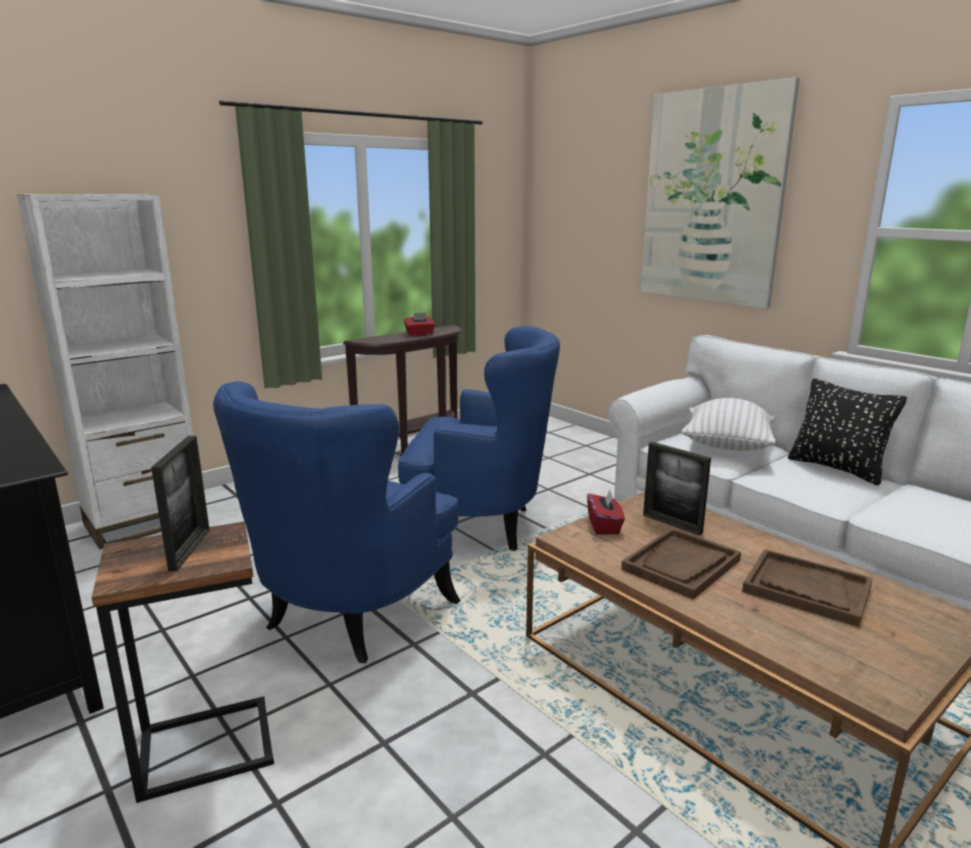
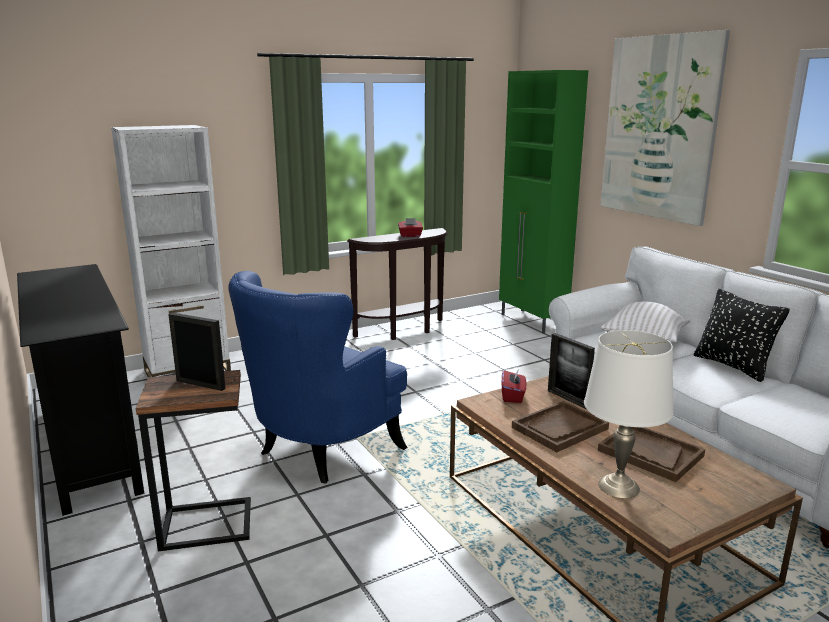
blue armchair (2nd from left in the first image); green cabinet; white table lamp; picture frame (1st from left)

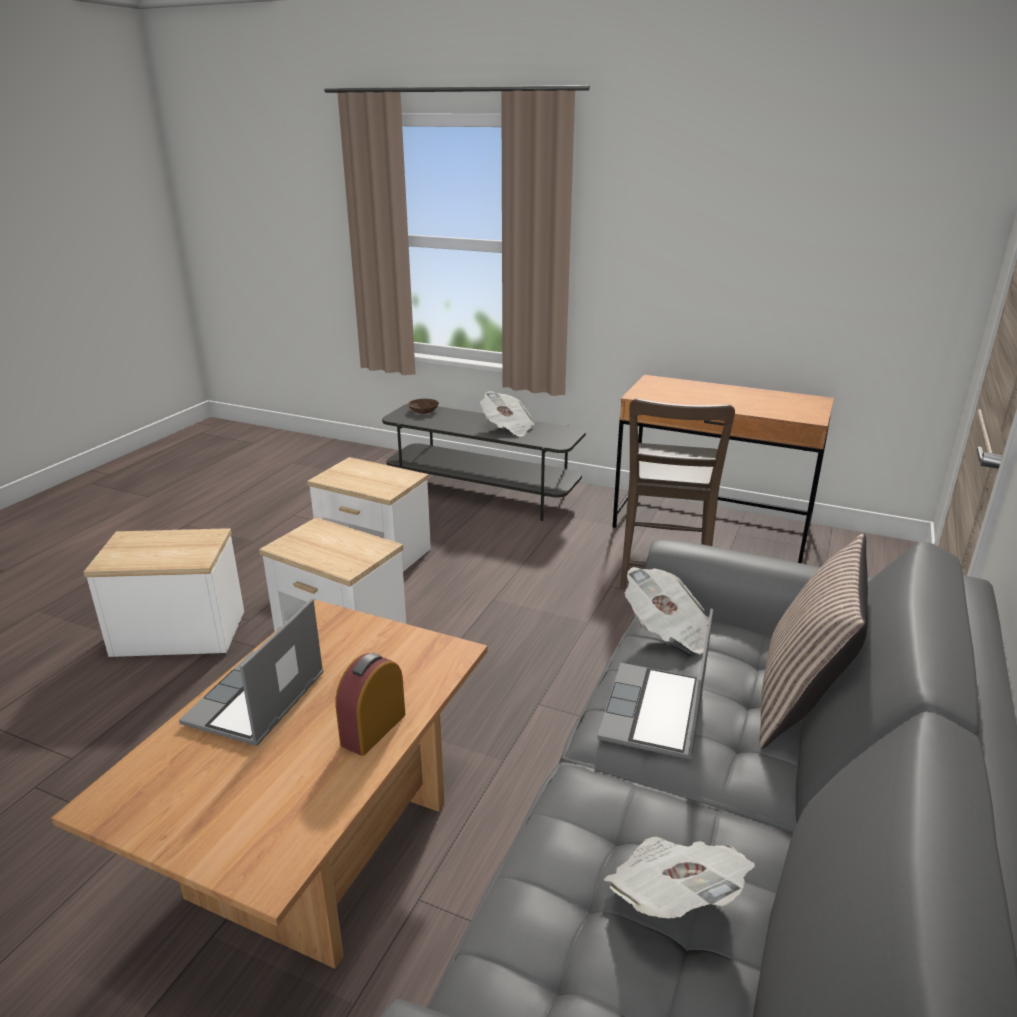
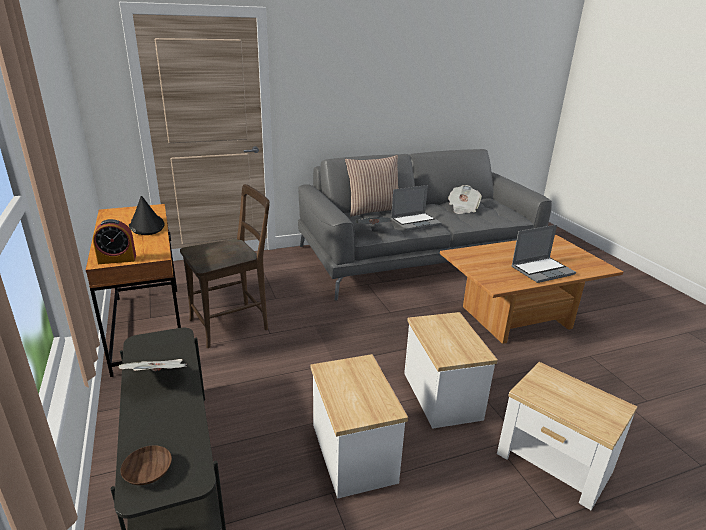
black hat; alarm clock

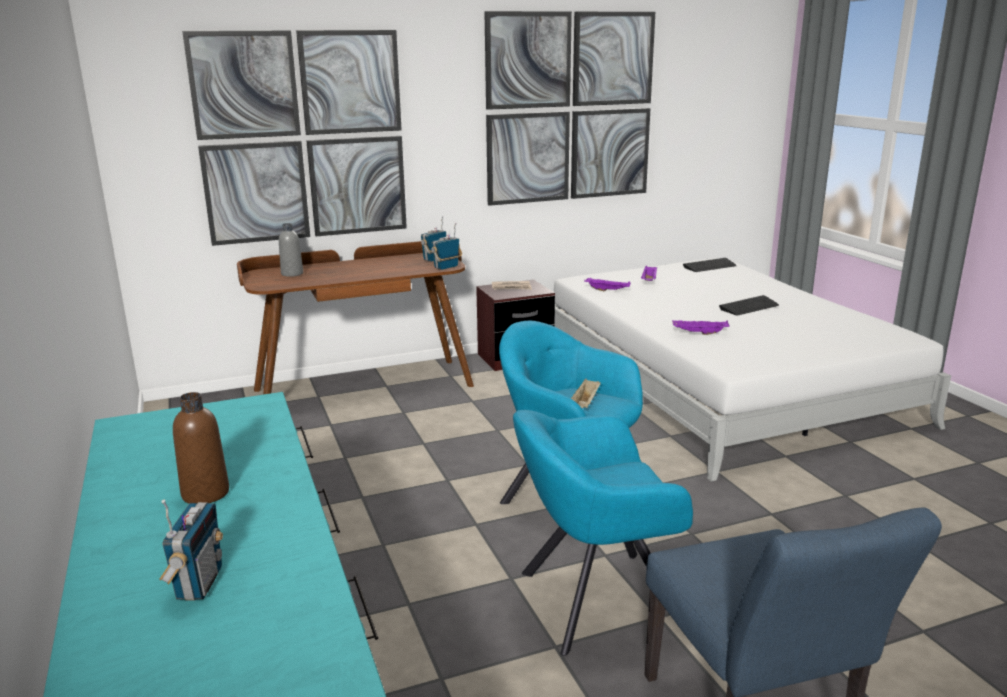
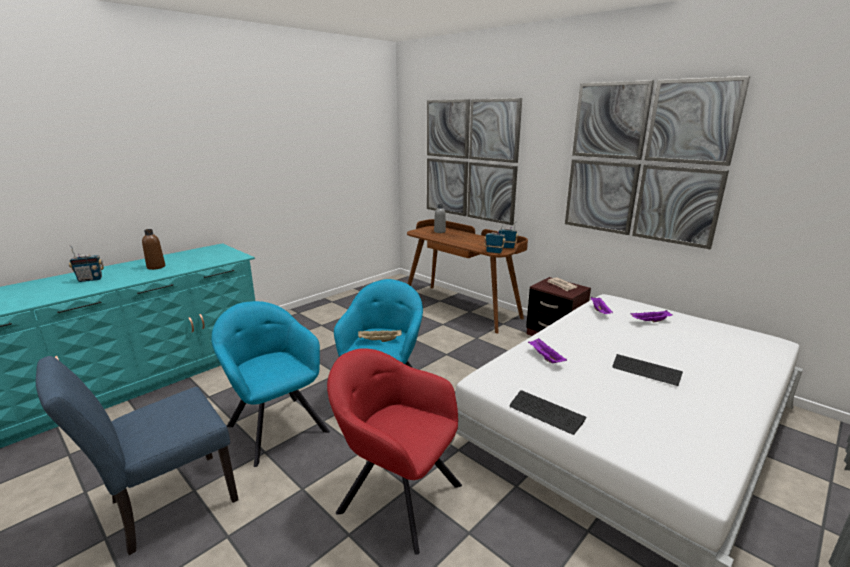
red armchair; keyboard (1st from left)

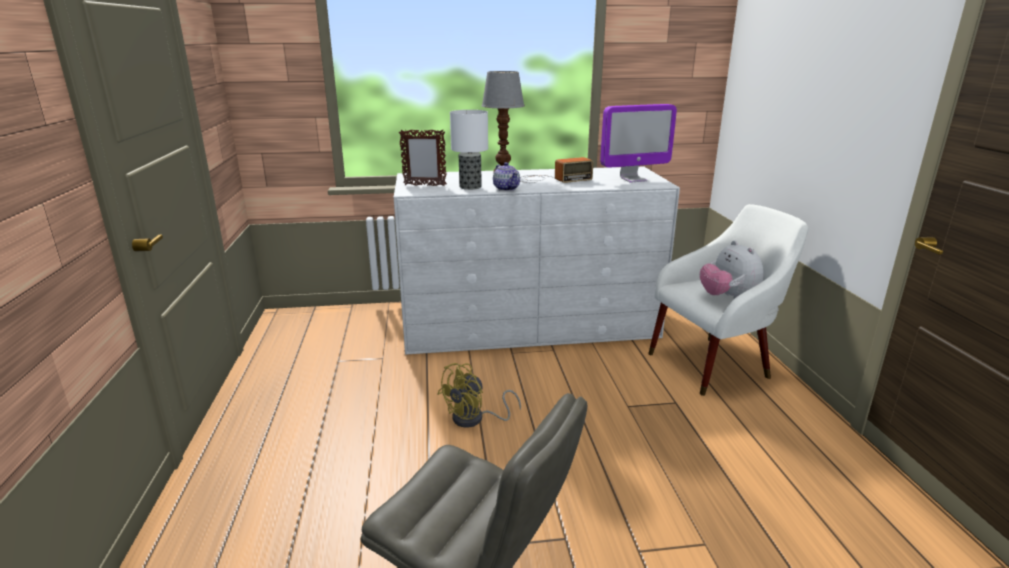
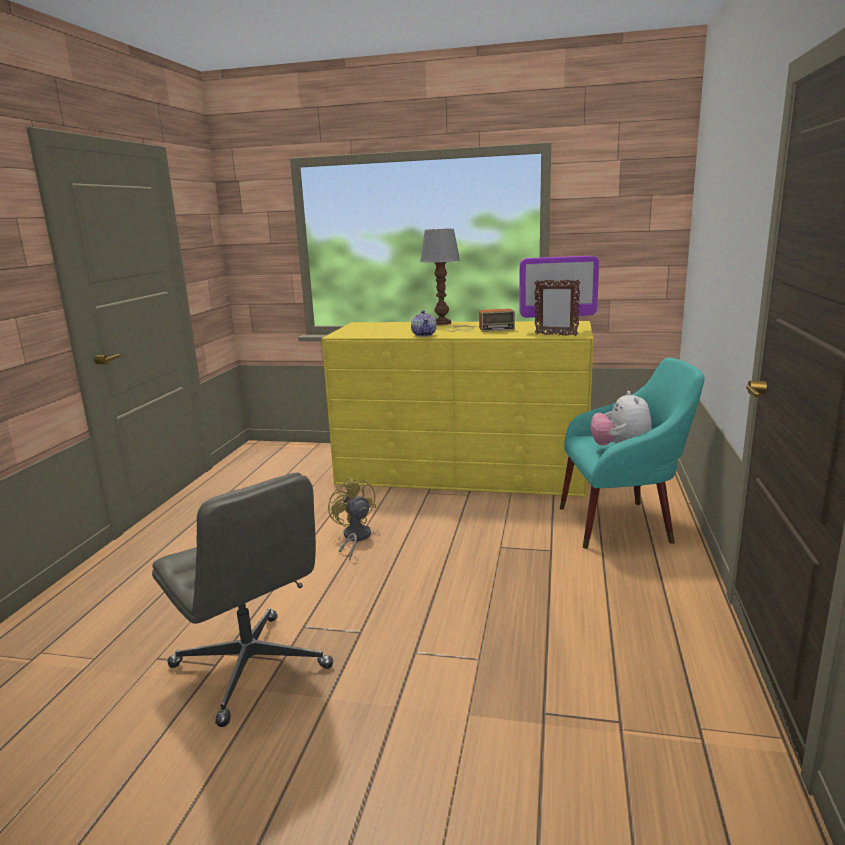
table lamp (1st from left in the first image); picture frame; yellow dresser; turquoise armchair; yellow fan

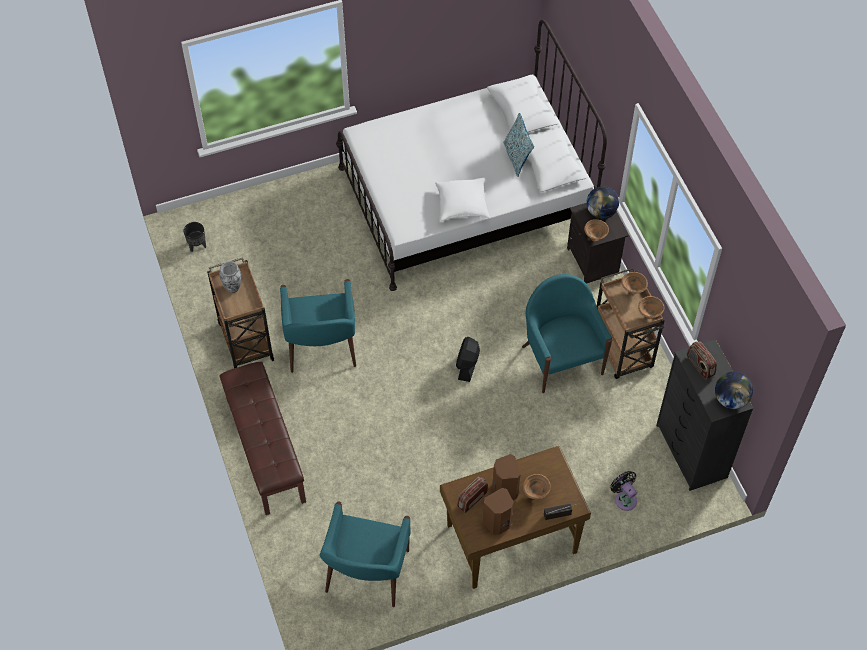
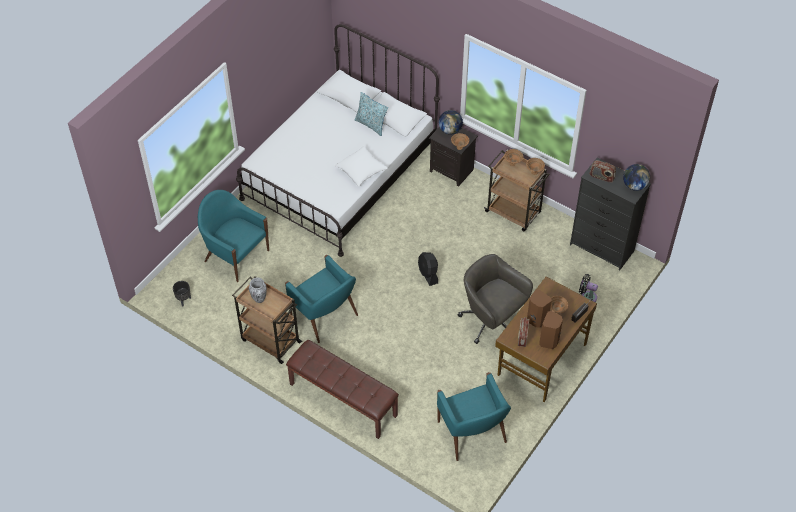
grey office chair; turquoise armchair (1st from left)

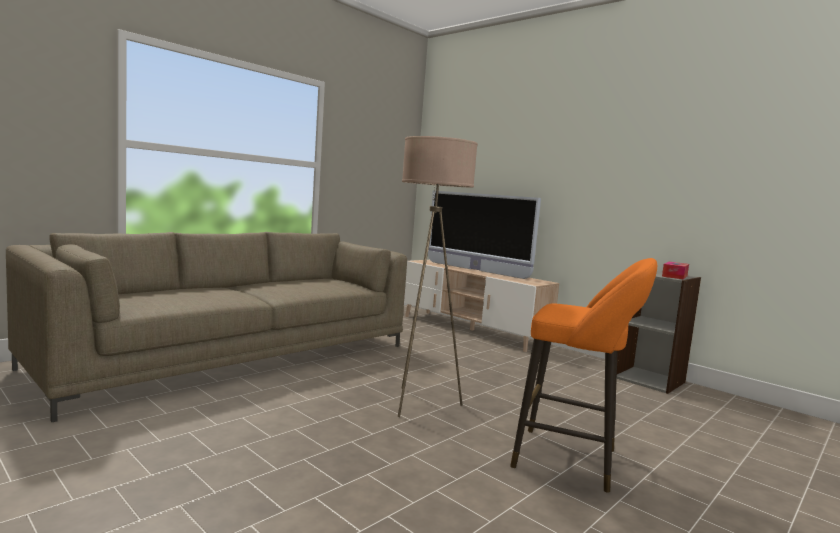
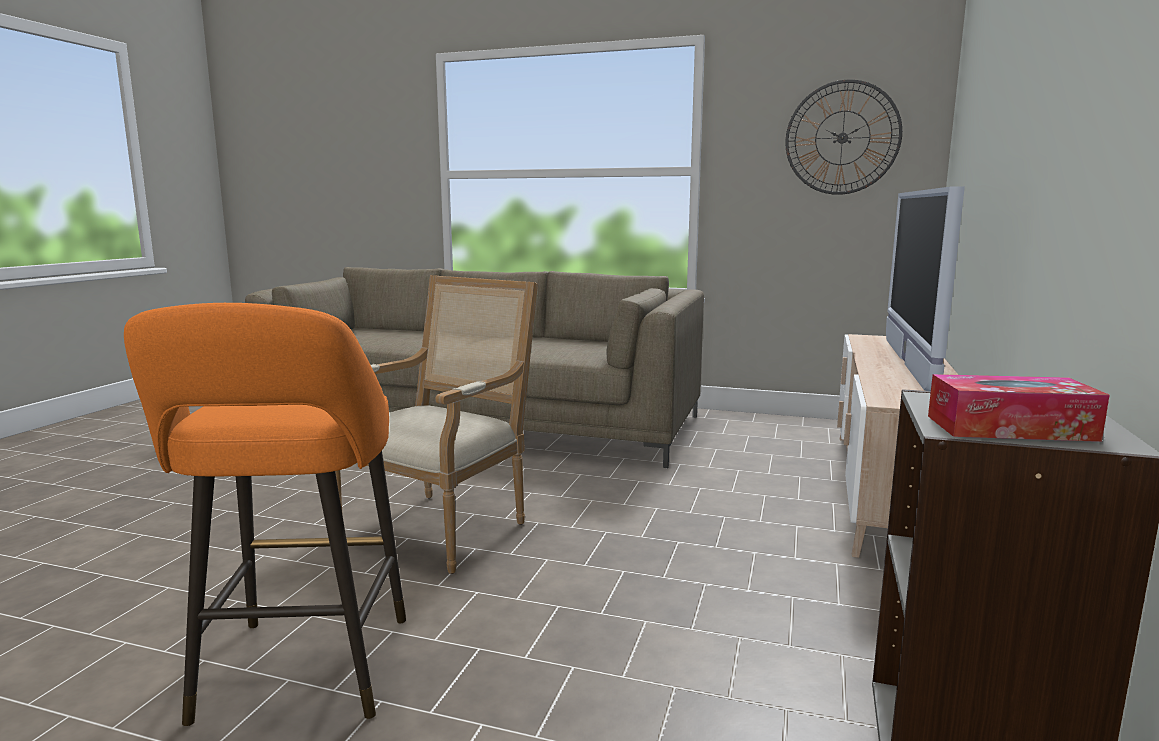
wall clock; armchair

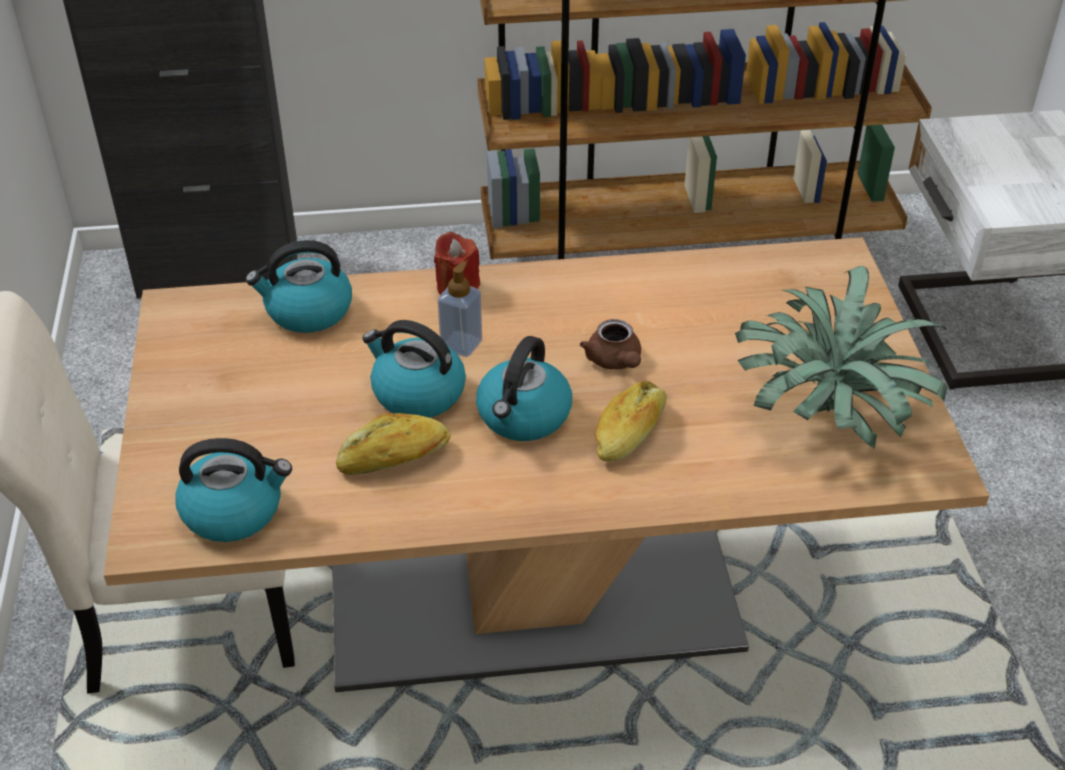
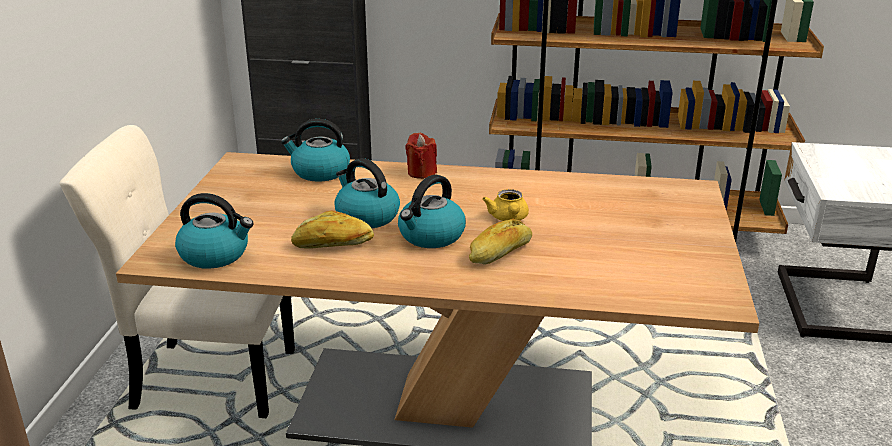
soap dispenser; potted plant; yellow teapot

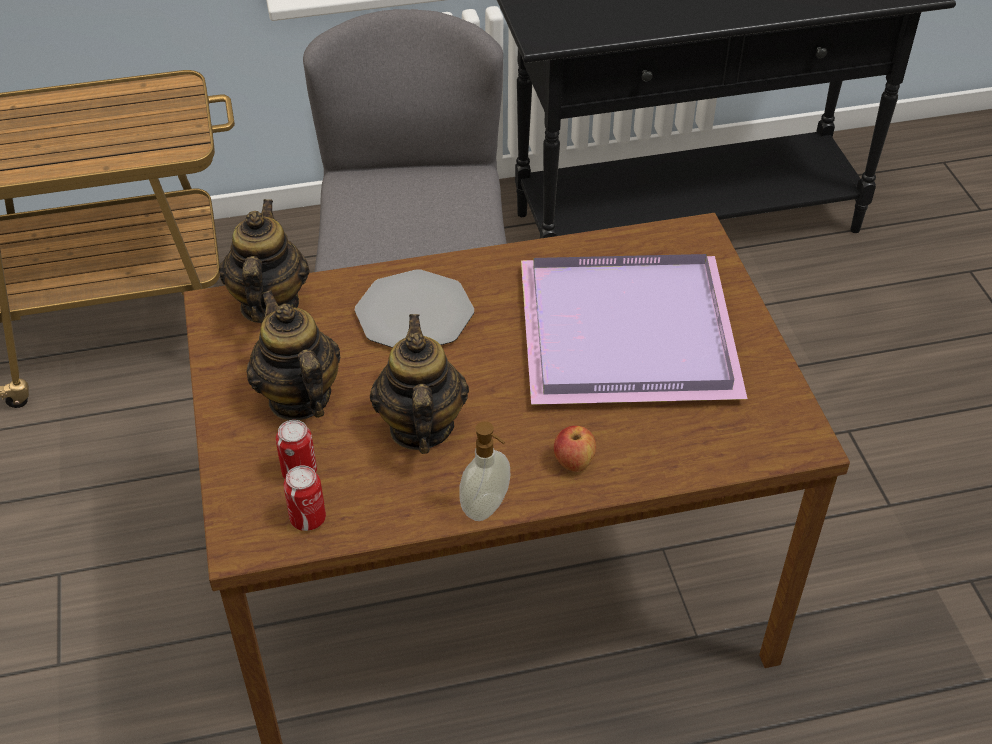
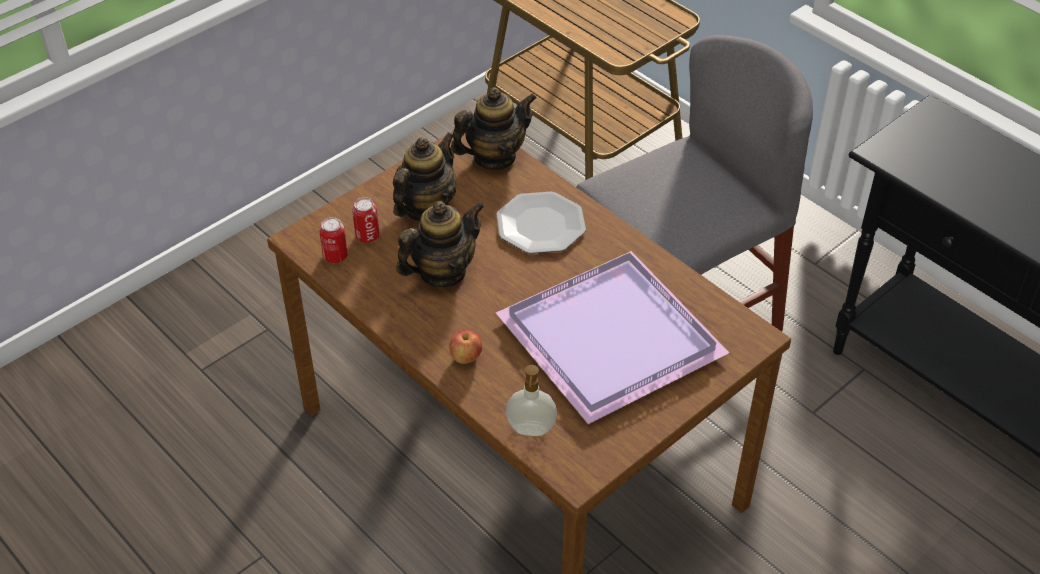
soap dispenser

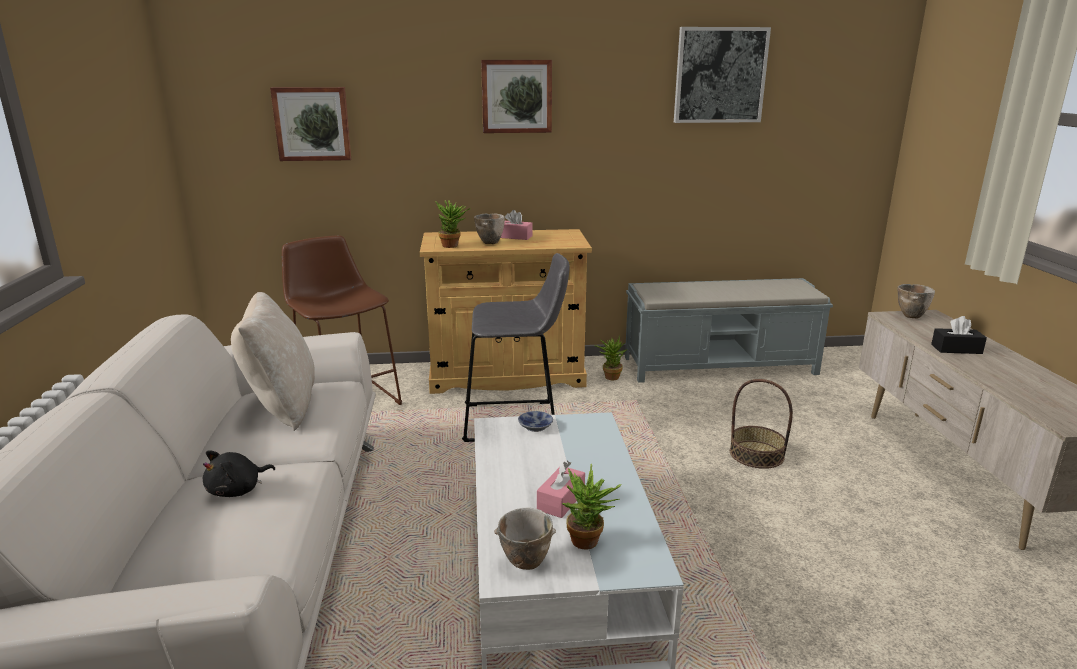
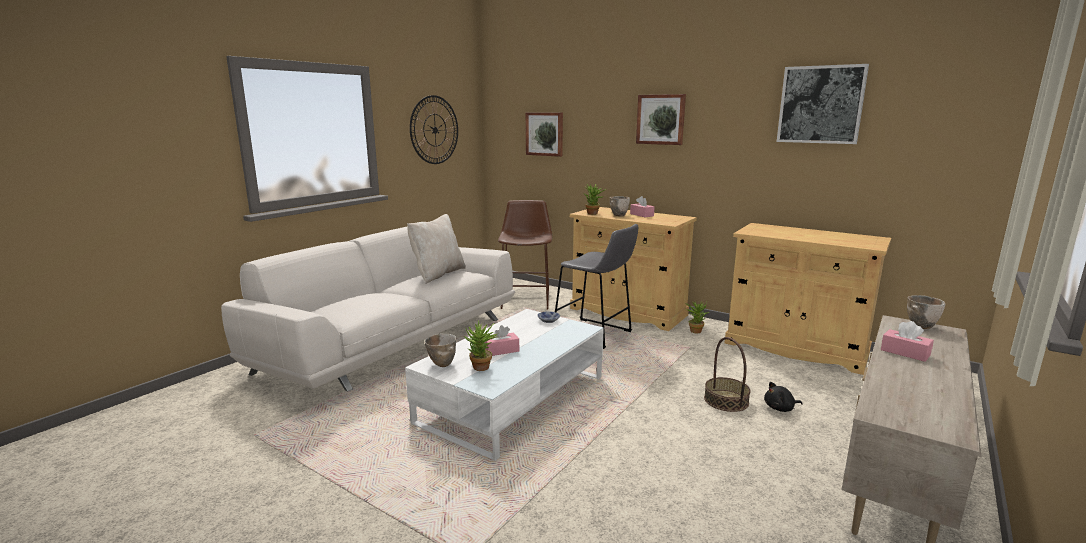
wall clock; black plush toy; beige cabinet (2nd from left); pink tissue box (3rd from left)

